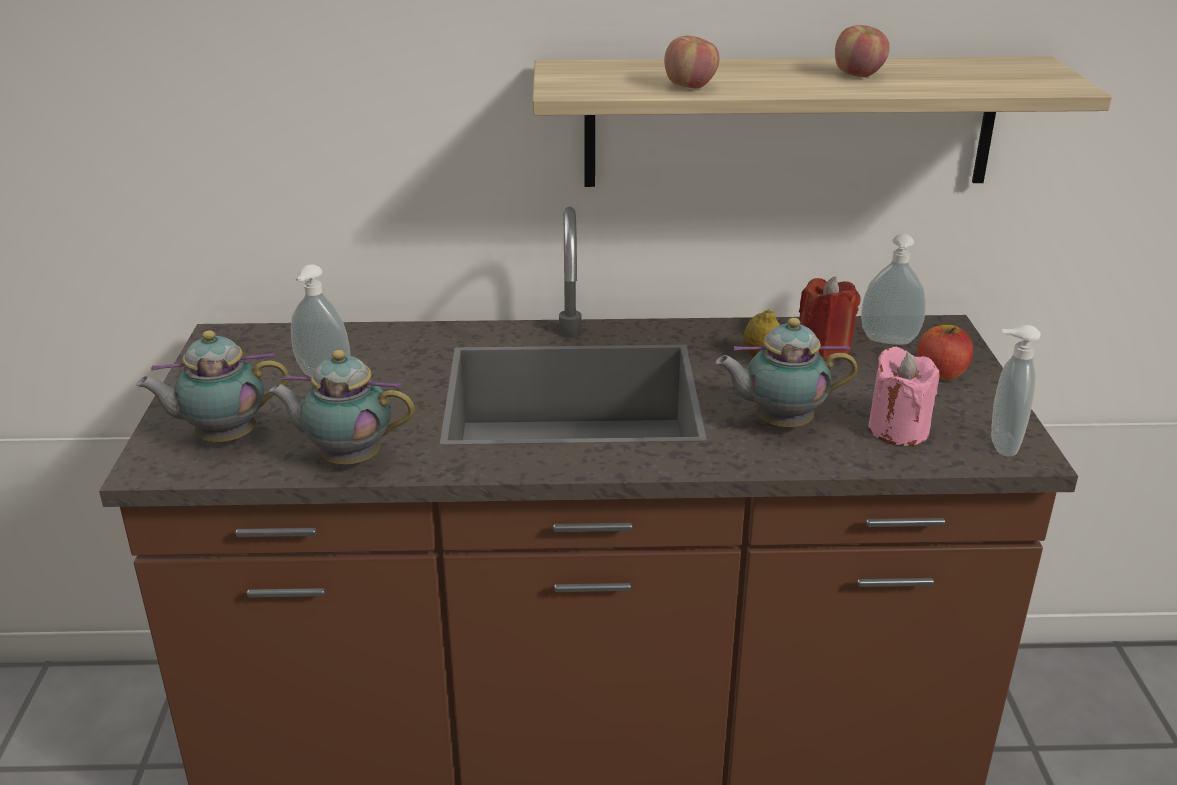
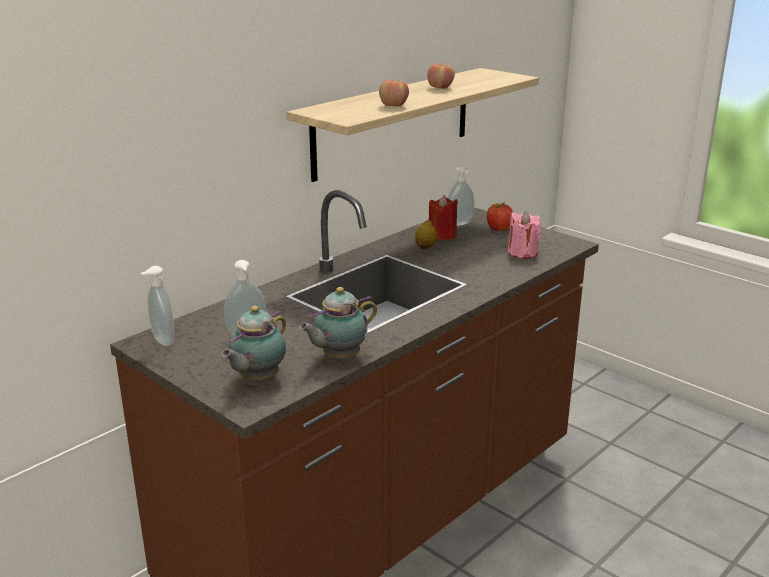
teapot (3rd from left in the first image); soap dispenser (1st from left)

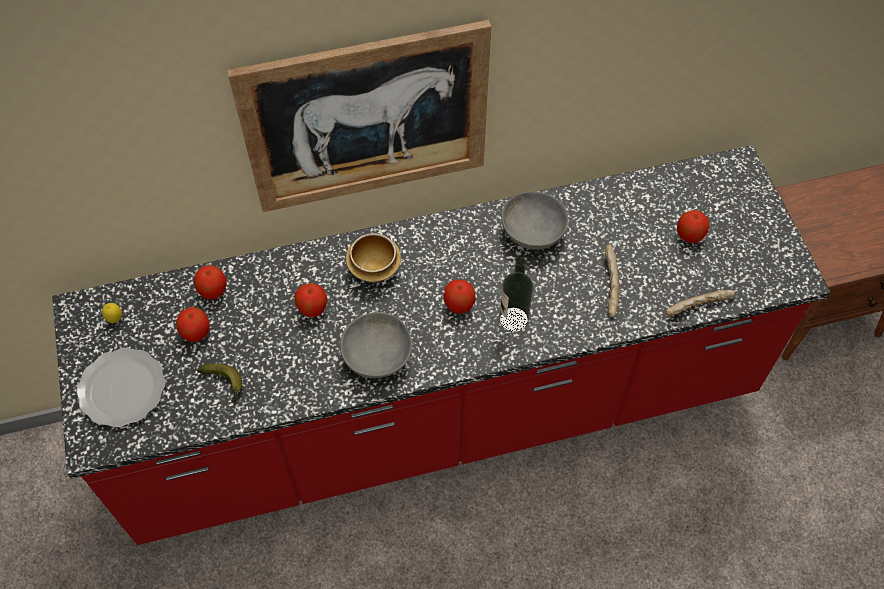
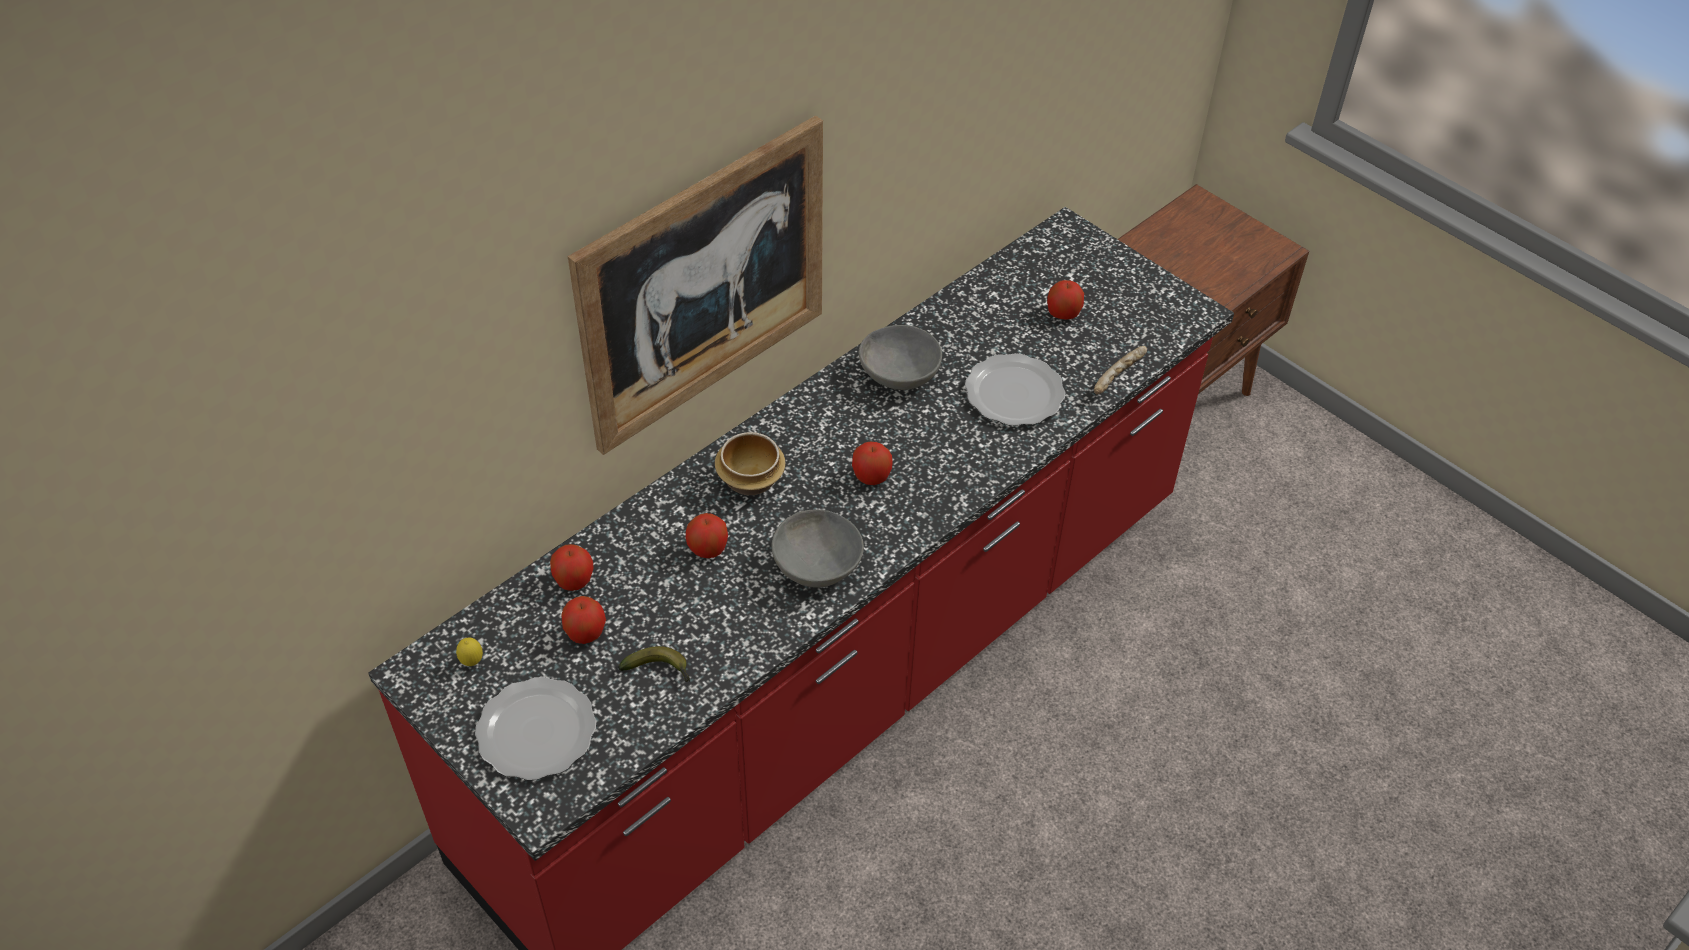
bottle; plate (2nd from left)

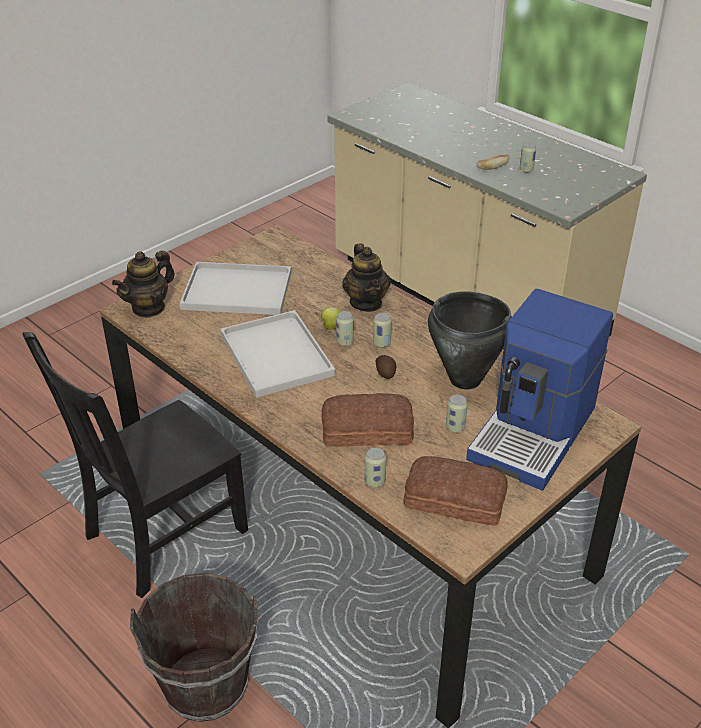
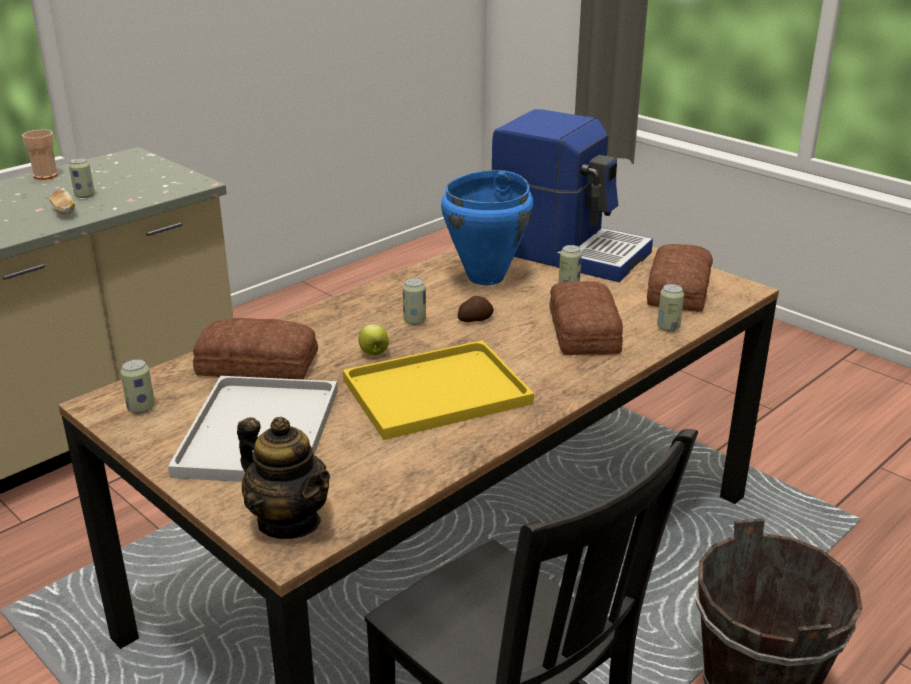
teapot (2nd from left in the first image); cup; bread (2nd from left); can (2nd from left); yellow tray; blue cooking pot

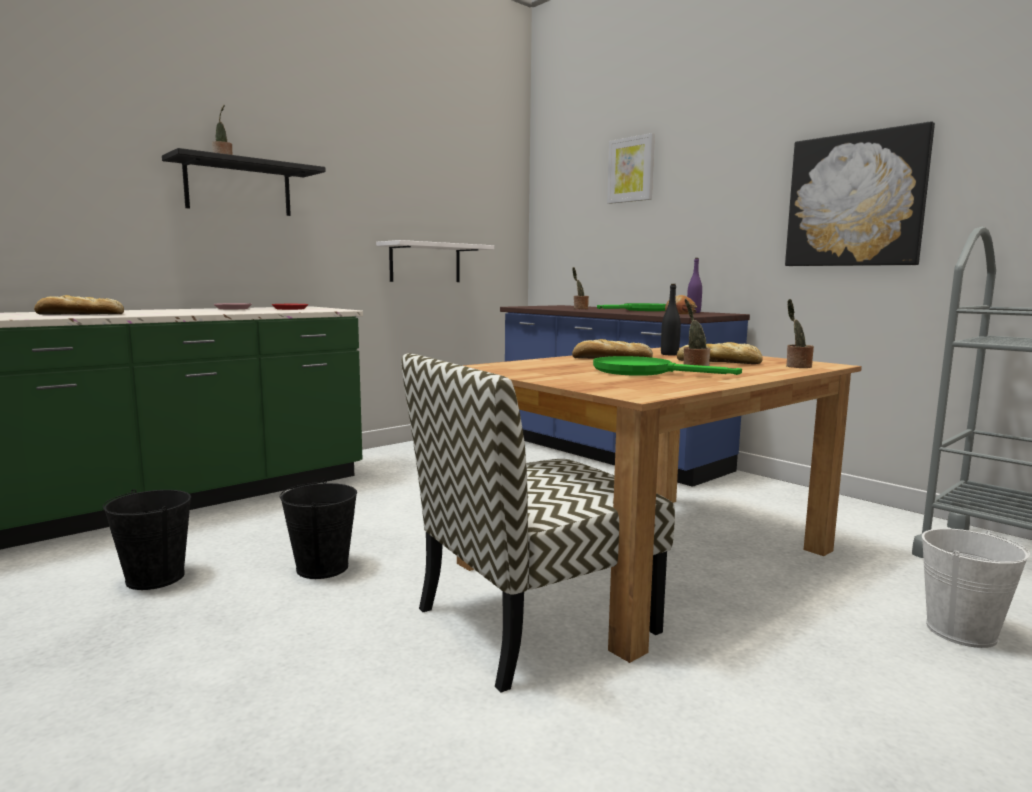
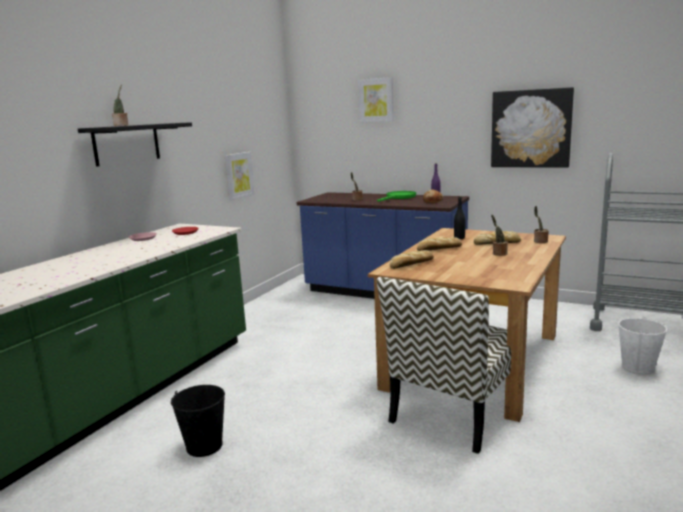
black bucket (2nd from left in the first image); green frying pan (2nd from left in the first image); bread (1st from left); picture (1st from left)

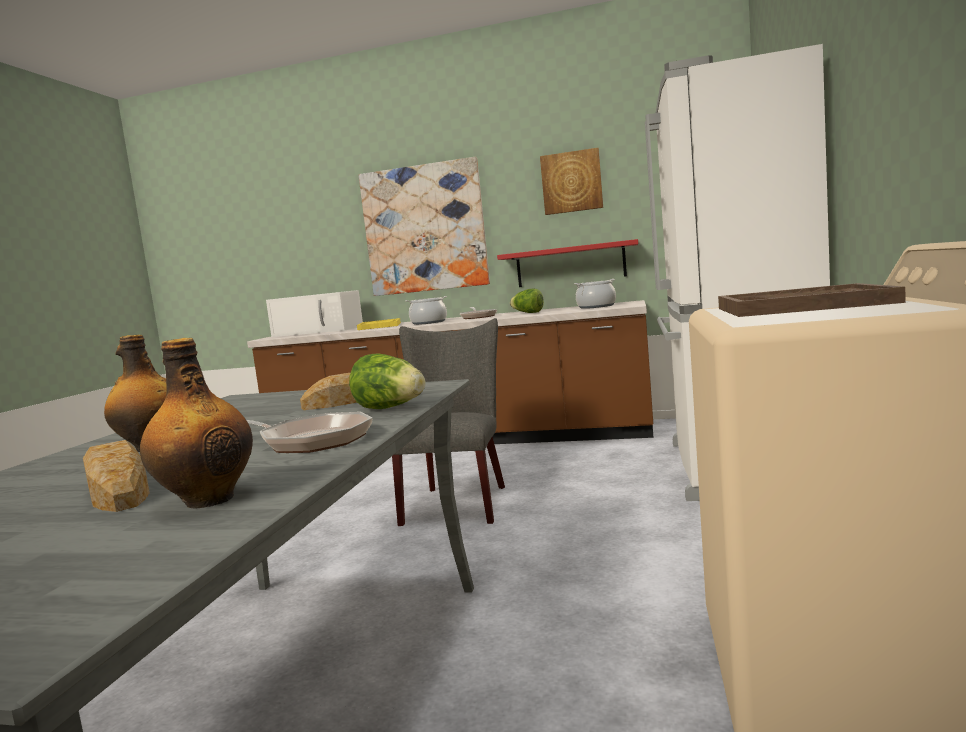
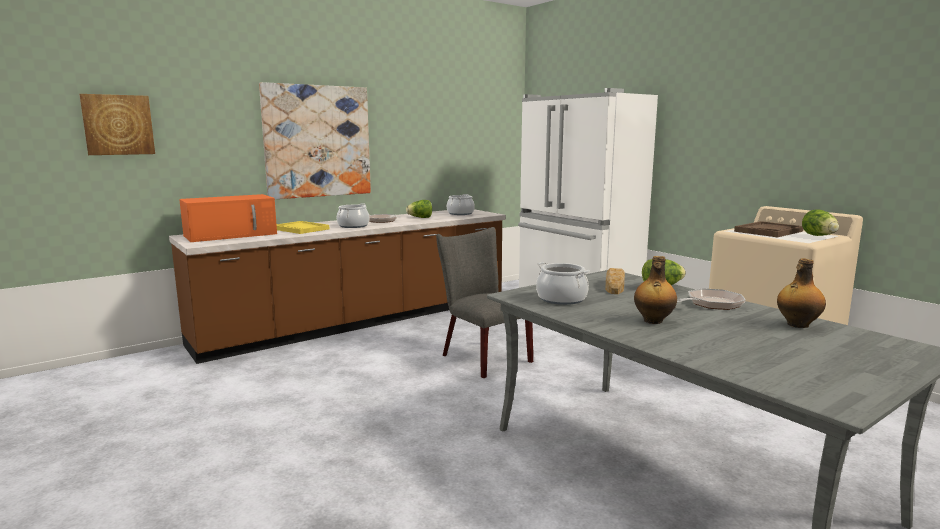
bread (1st from left in the first image); red shelf; cooking pot (3rd from left); lettuce (3rd from left); picture (1st from left); orange microwave

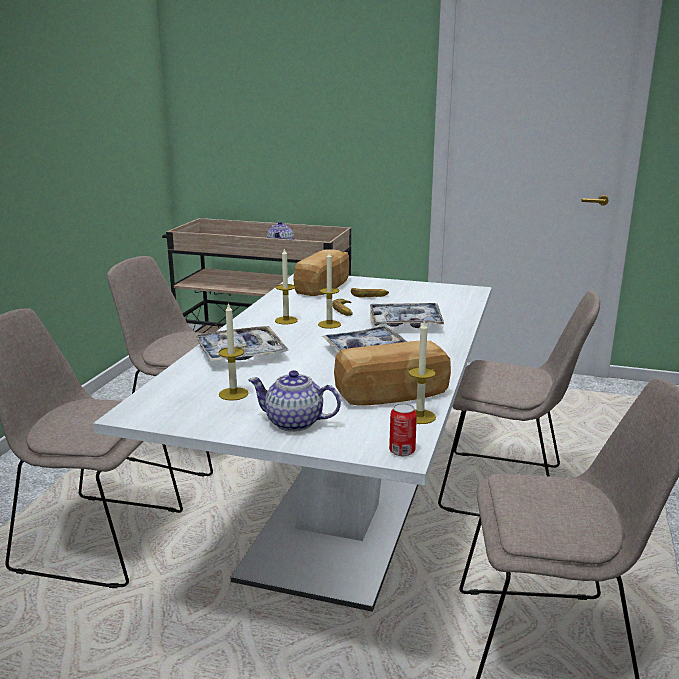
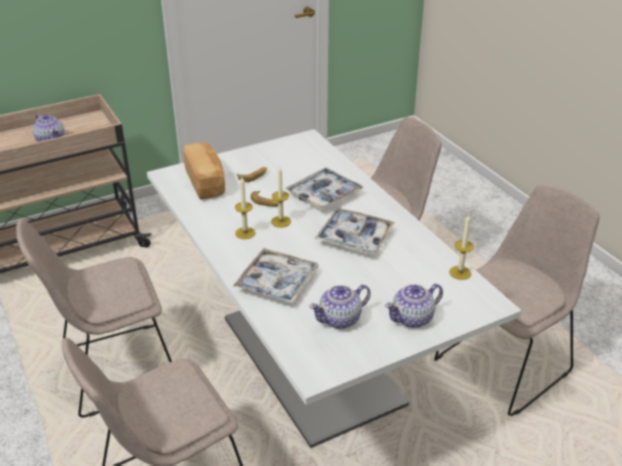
bread (2nd from left in the first image); can; teapot (2nd from left)

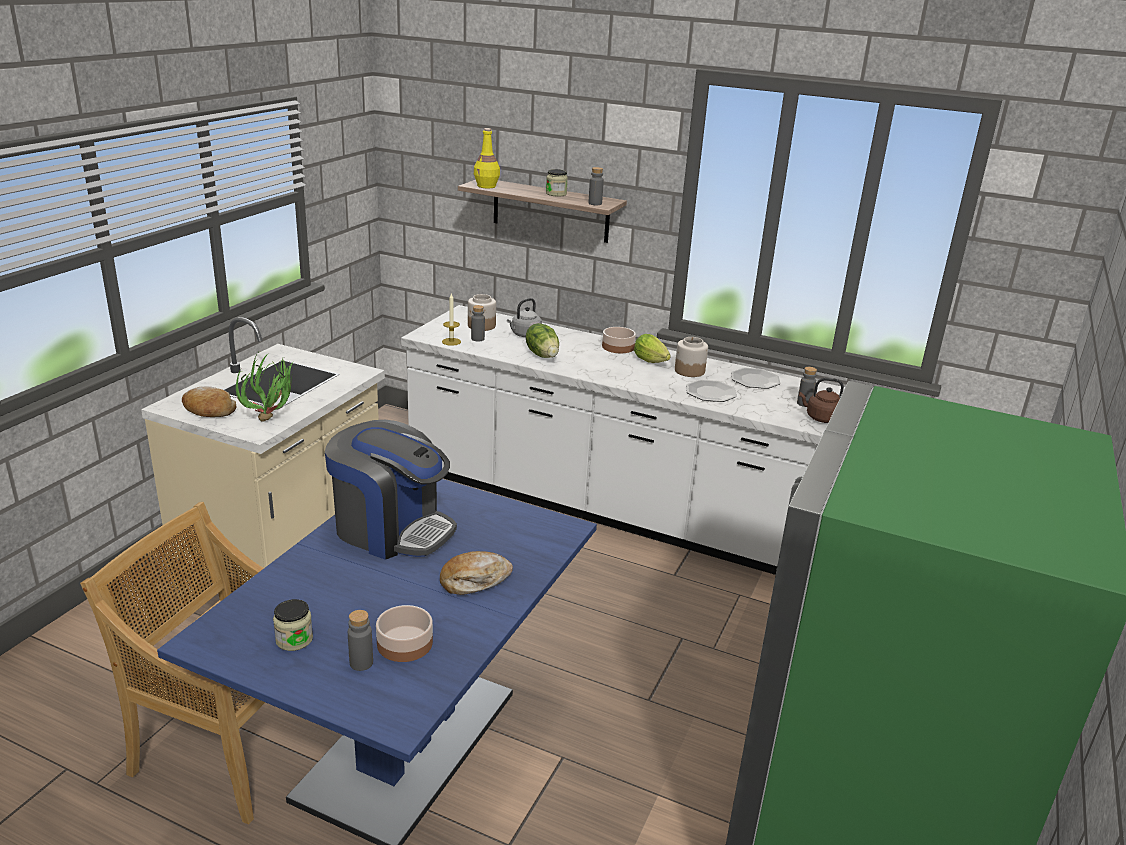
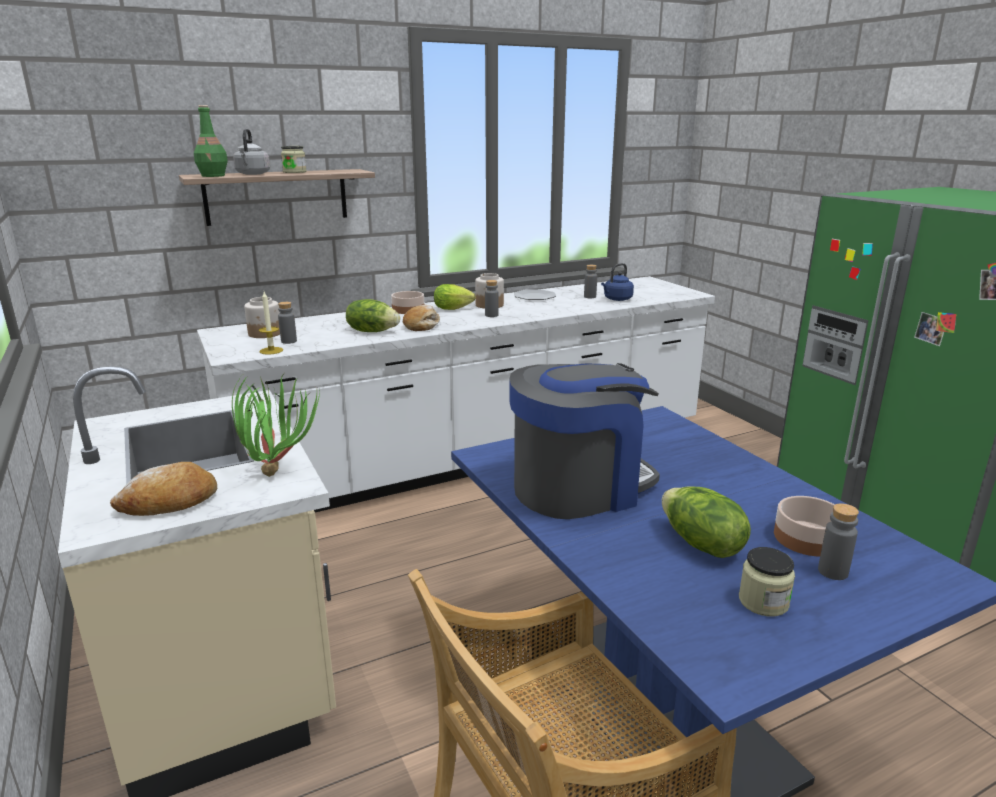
plate (1st from left in the first image); lettuce (3rd from left); bread (2nd from left); grey kettle; grey bottle (2nd from left); green bottle; blue kettle

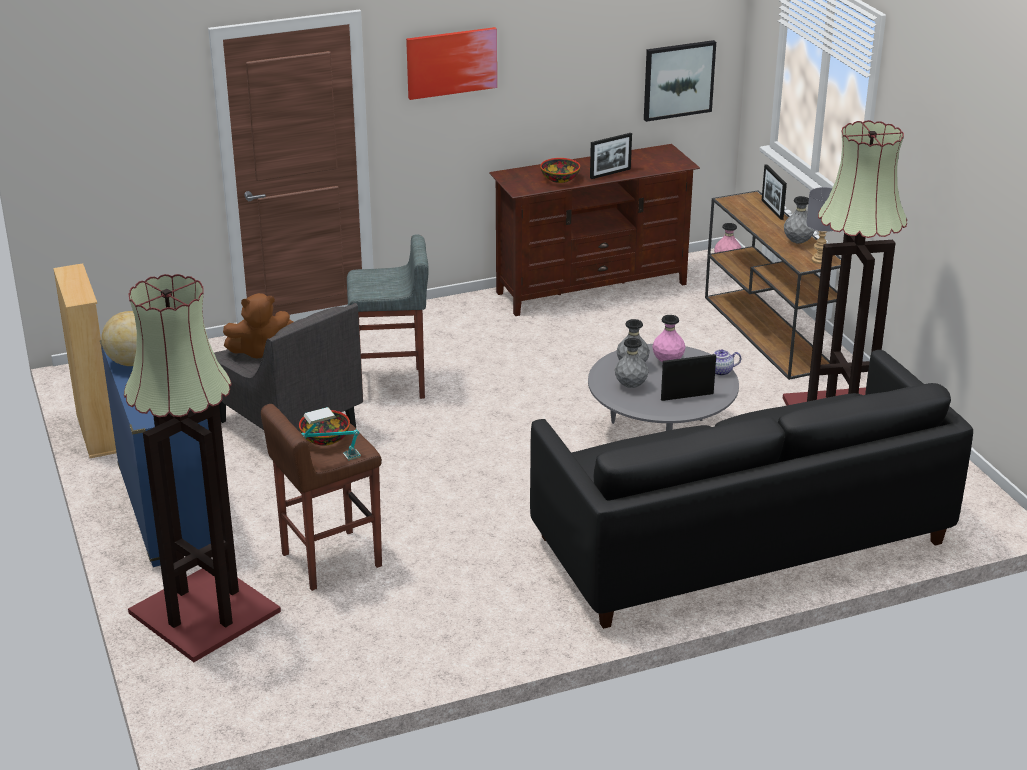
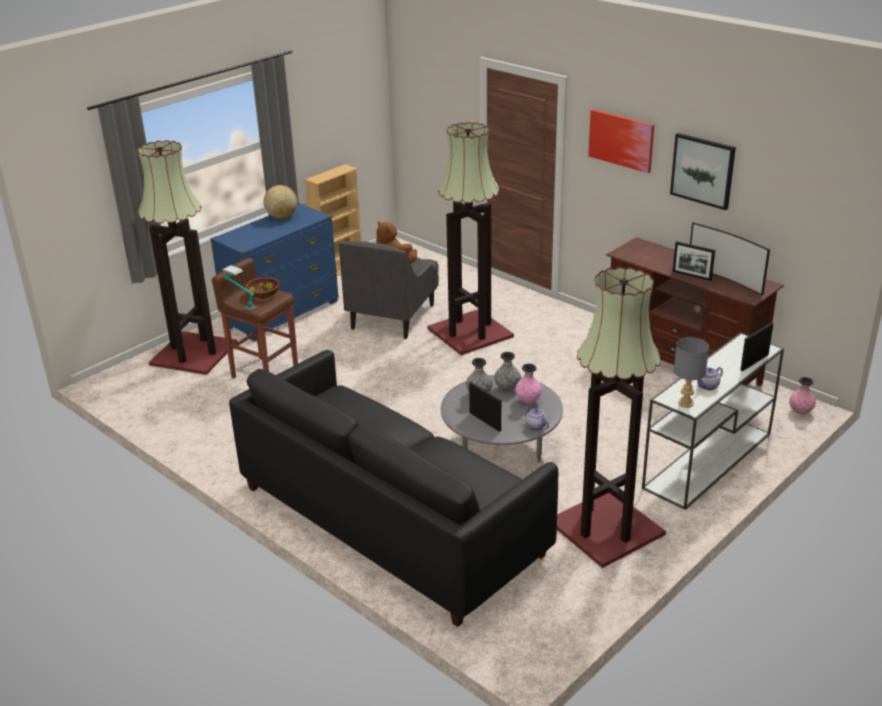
bowl (2nd from left in the first image); television; picture (2nd from left); floor lamp (2nd from left); teapot (2nd from left); white console table

